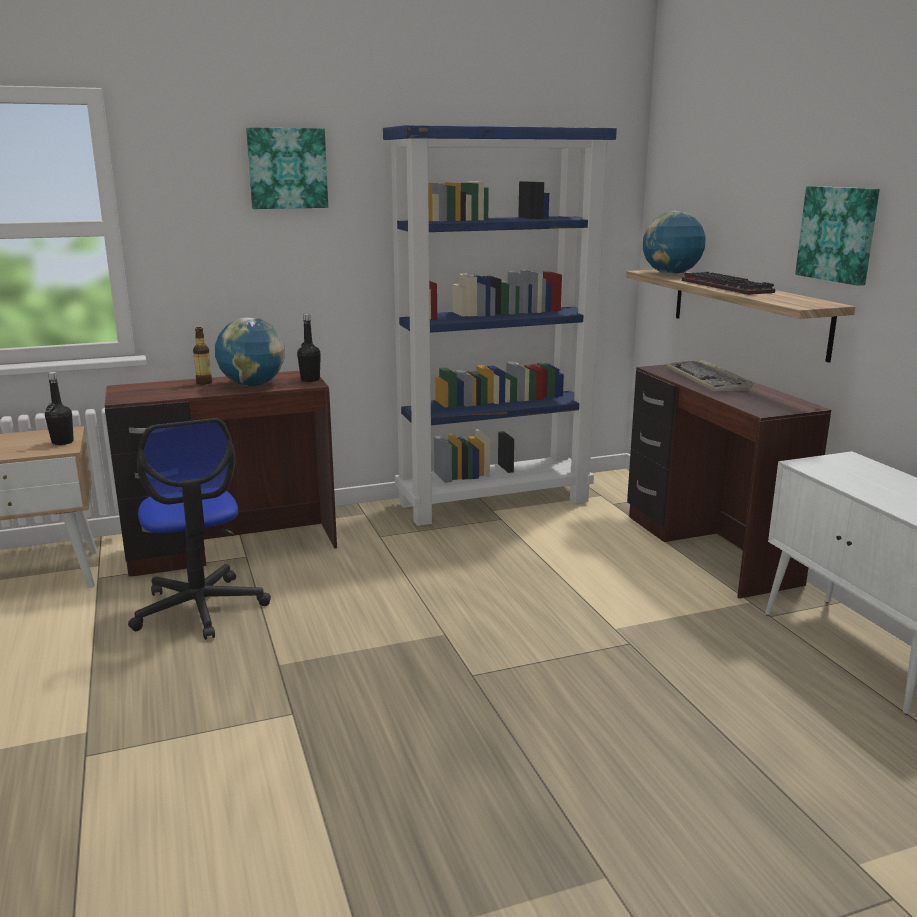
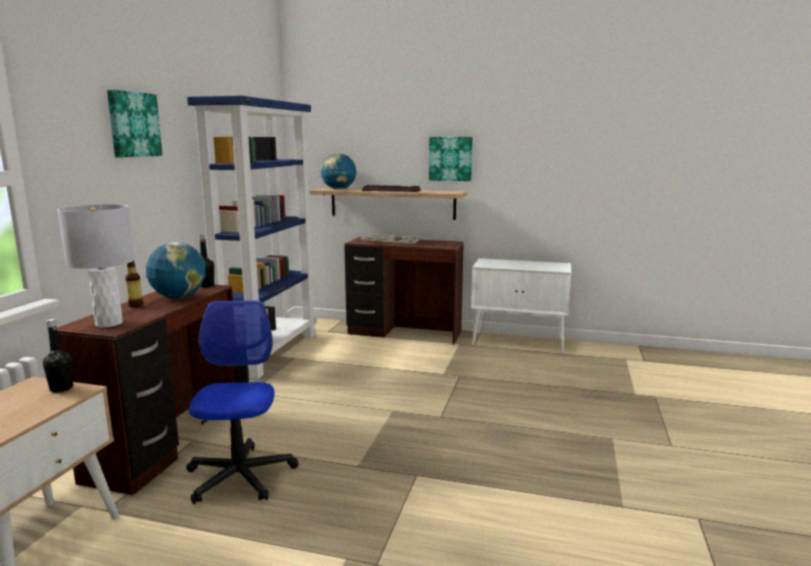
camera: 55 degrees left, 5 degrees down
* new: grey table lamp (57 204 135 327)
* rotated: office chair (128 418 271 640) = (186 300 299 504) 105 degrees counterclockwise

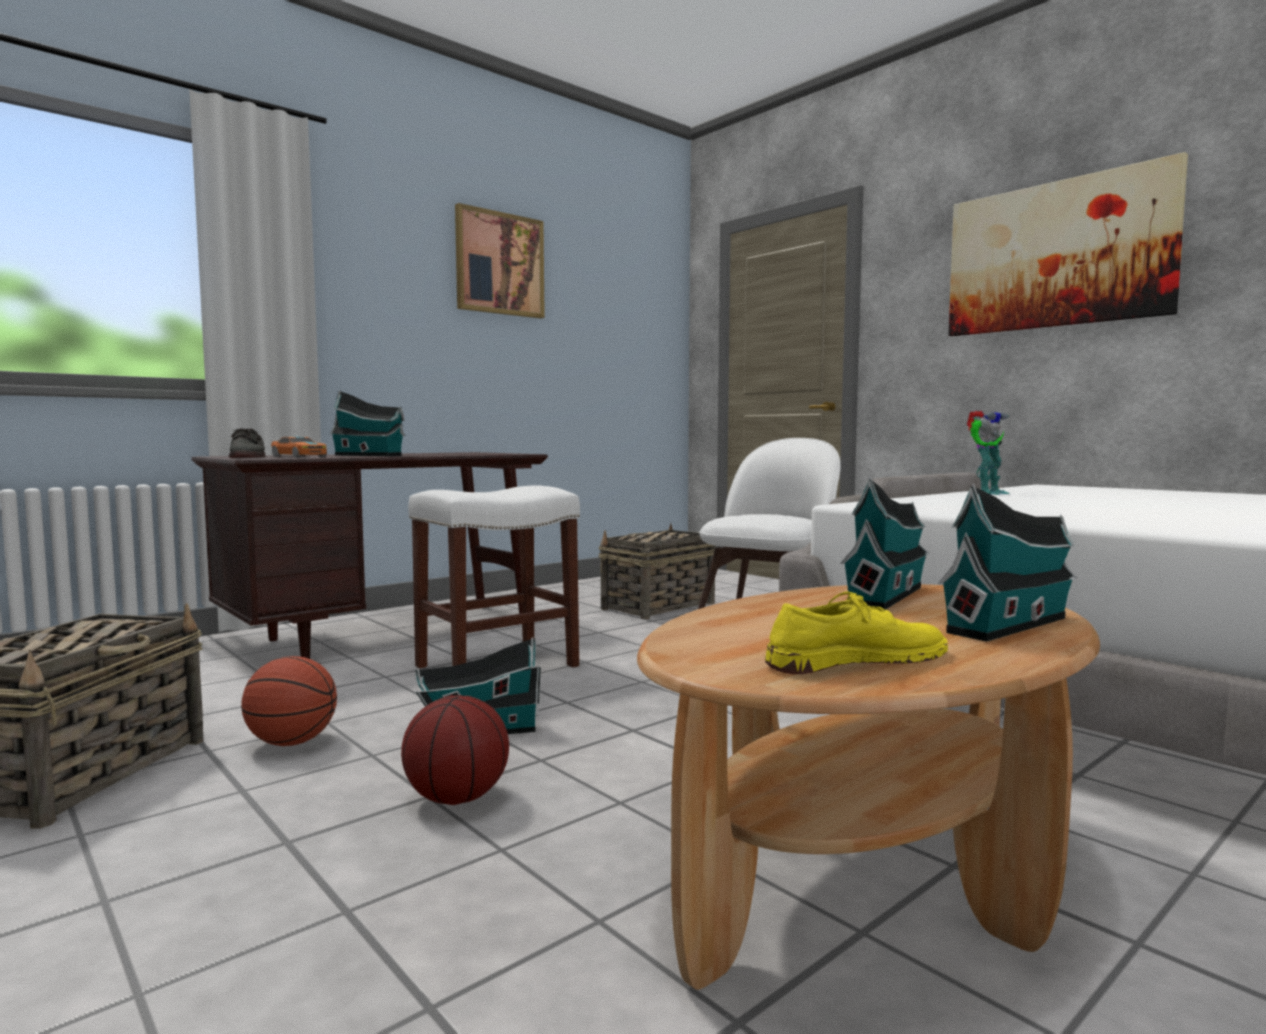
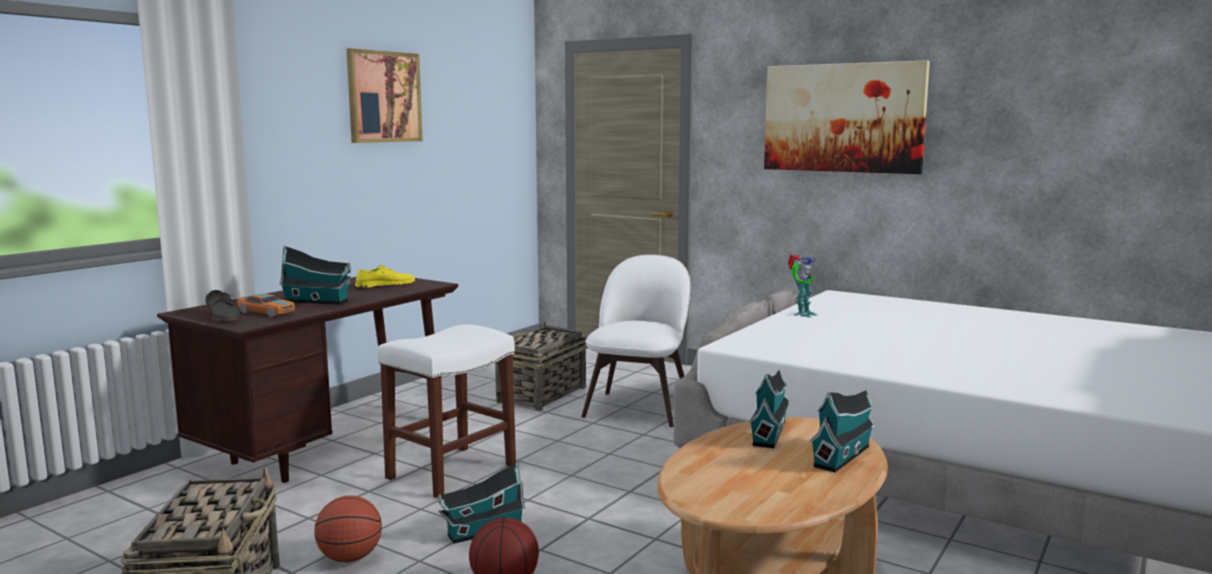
camera: 15 degrees left, 5 degrees up
* shifted: yellow shoe (765 592 948 674) to (355 265 415 289)

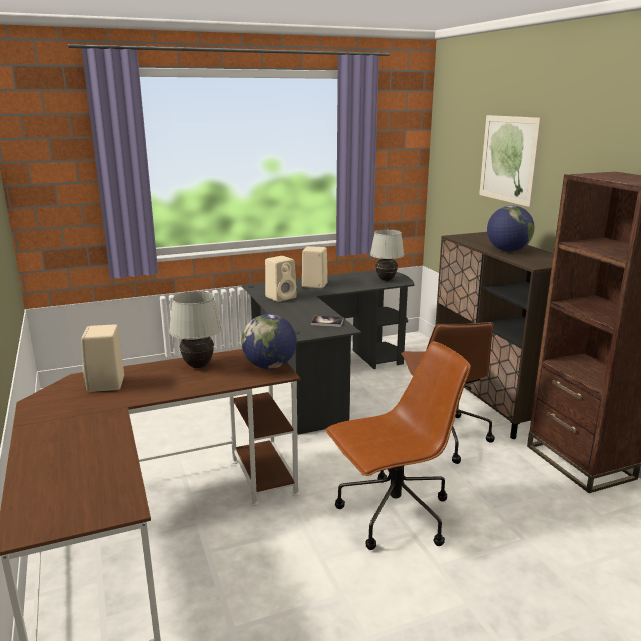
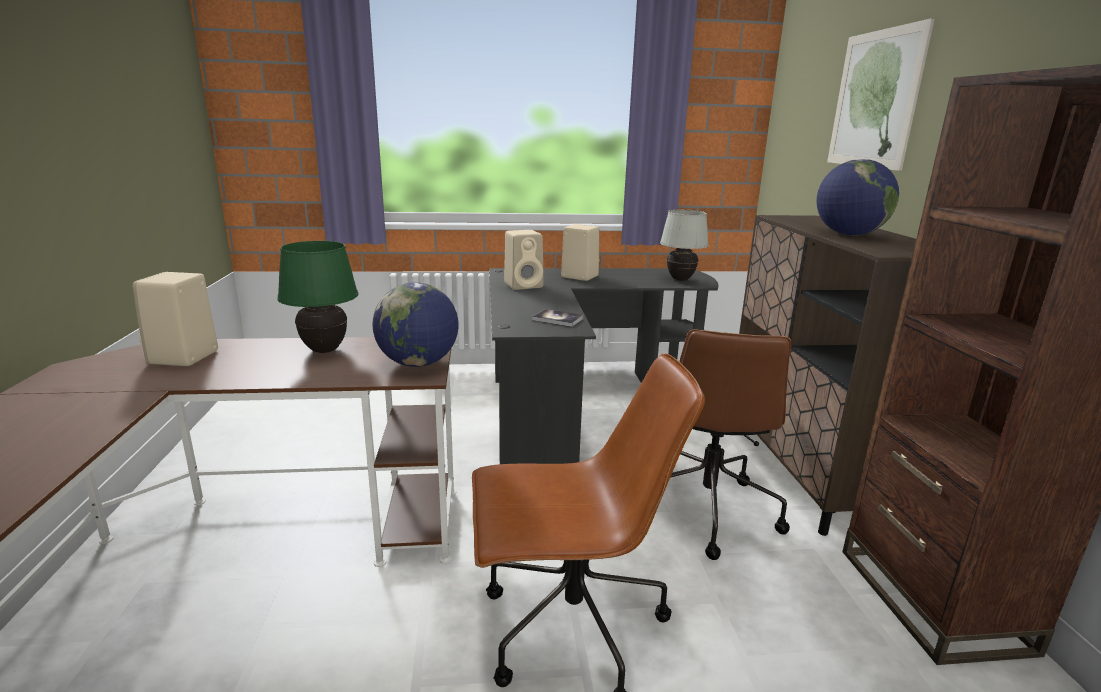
camera: 15 degrees right, 0 degrees up
* repainted: white table lamp (169 291 222 368) to green table lamp (277 241 358 353)

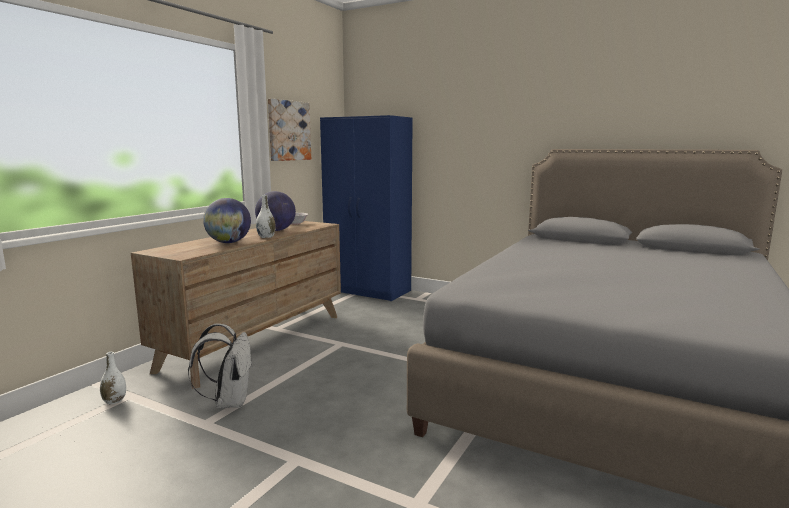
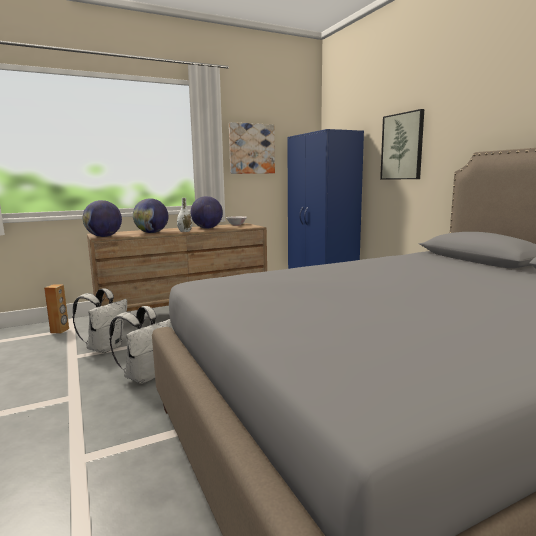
camera: 35 degrees right, 0 degrees up
* new: globe (83 200 122 237)
* new: white backpack (109 306 172 384)
* new: picture (380 109 424 180)
* swapped: white vase (100 352 126 404) to brown speaker (44 285 69 334)

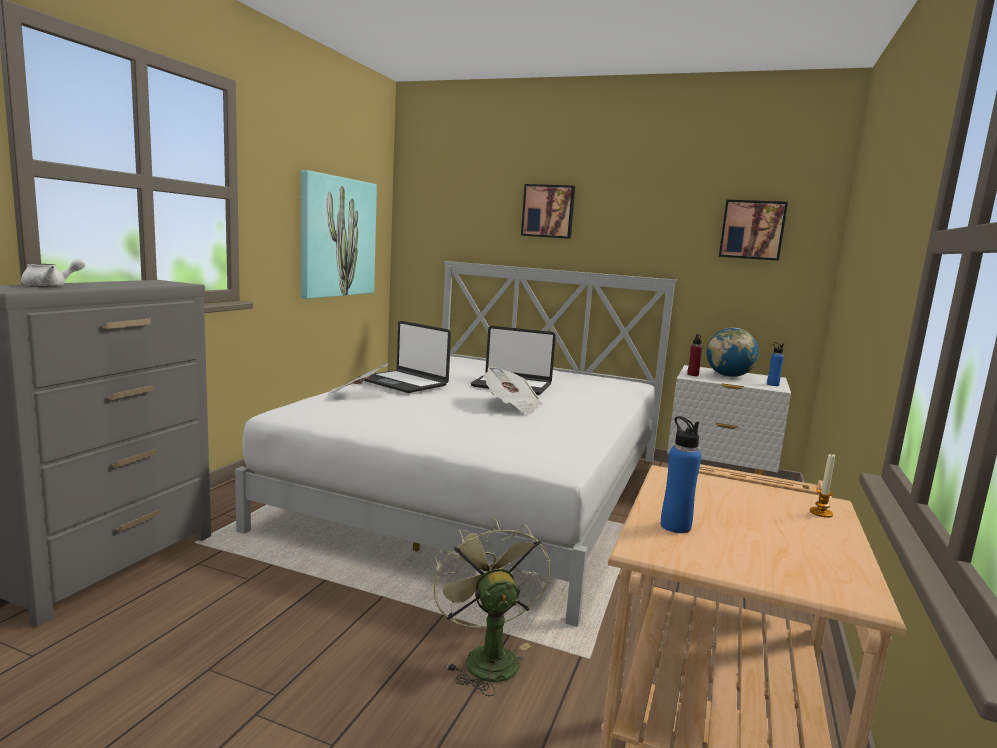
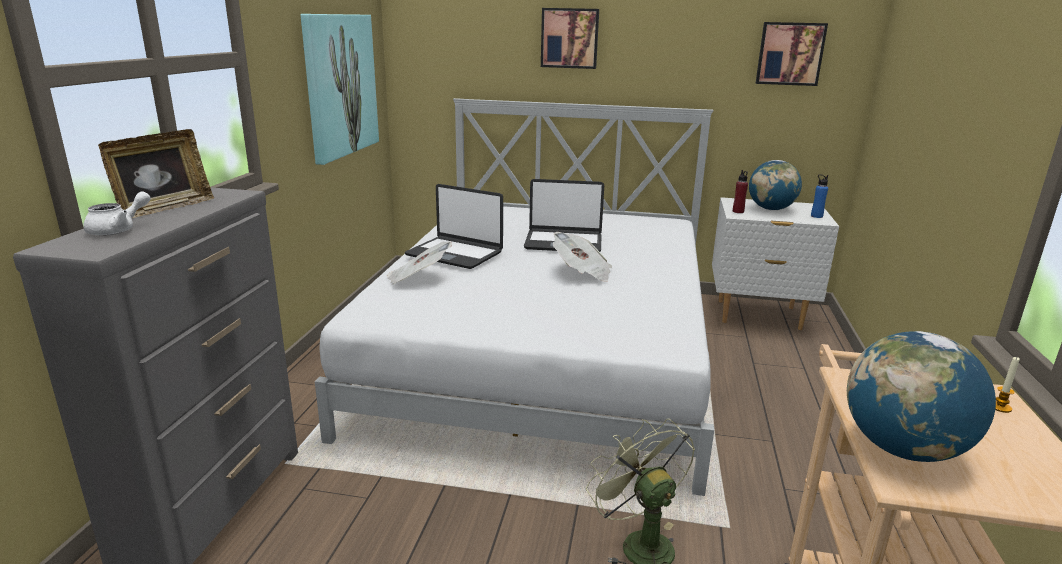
camera: 10 degrees left, 10 degrees up
* new: picture frame (98 129 214 218)
* swapped: blue bottle (661 416 701 533) to globe (847 331 996 462)

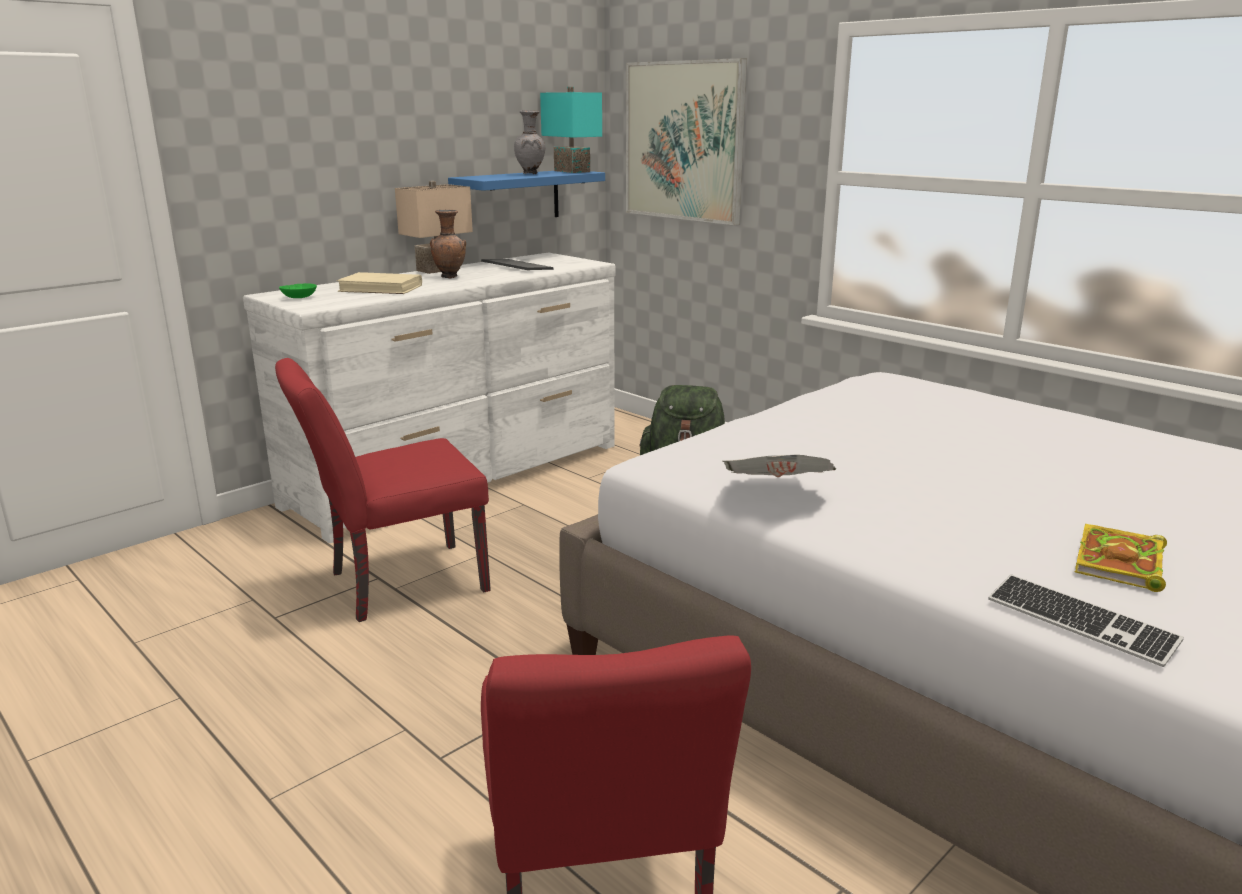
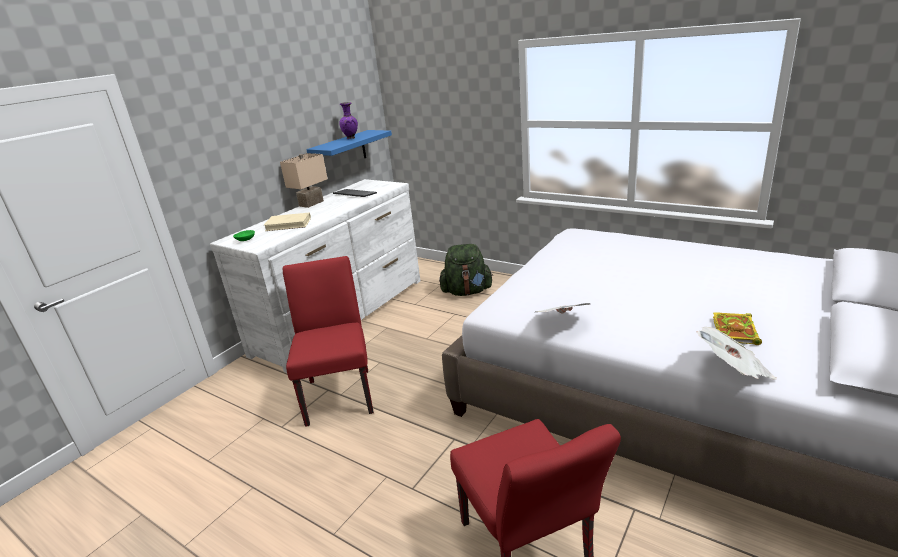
camera: 10 degrees left, 5 degrees up
* gone: brown vase (430 210 466 279)
* gone: turquoise table lamp (540 87 602 173)
* gone: picture (626 58 747 225)
* swapped: keyboard (988 574 1184 667) to newspaper (696 327 777 380)
* repainted: grey vase (514 110 545 174) to purple vase (339 102 358 139)
* rotated: red chair (275 358 491 622) = (283 256 374 427) 120 degrees clockwise

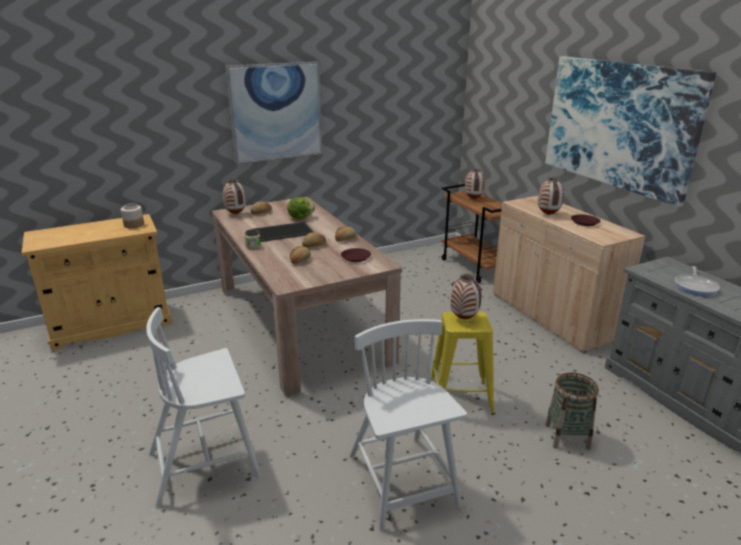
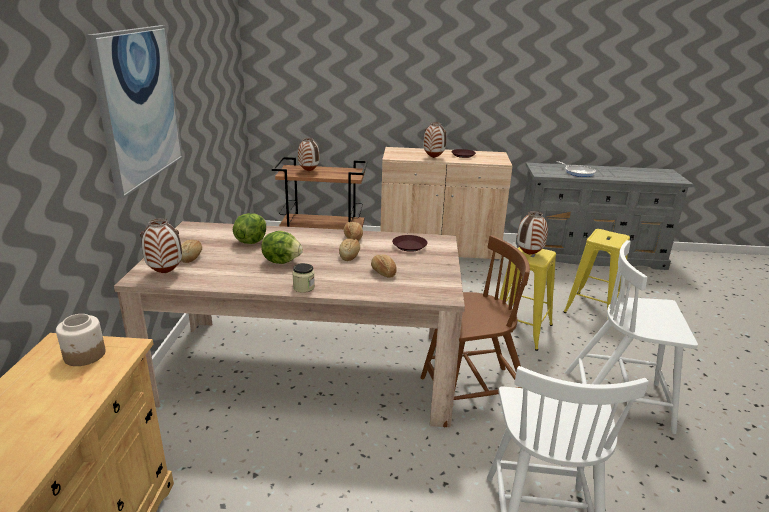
camera: 60 degrees left, 0 degrees up
* gone: picture (545 56 716 207)
* new: brown chair (421 235 530 427)
* swapped: tray (254 222 314 242) to lettuce (261 231 303 264)
* swapped: basket (545 373 599 450) to yellow stool (564 229 630 318)

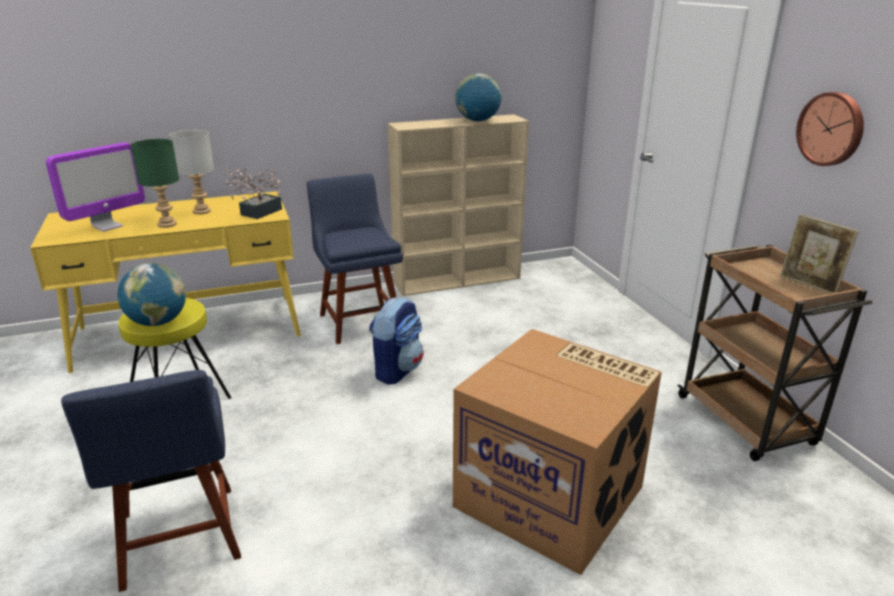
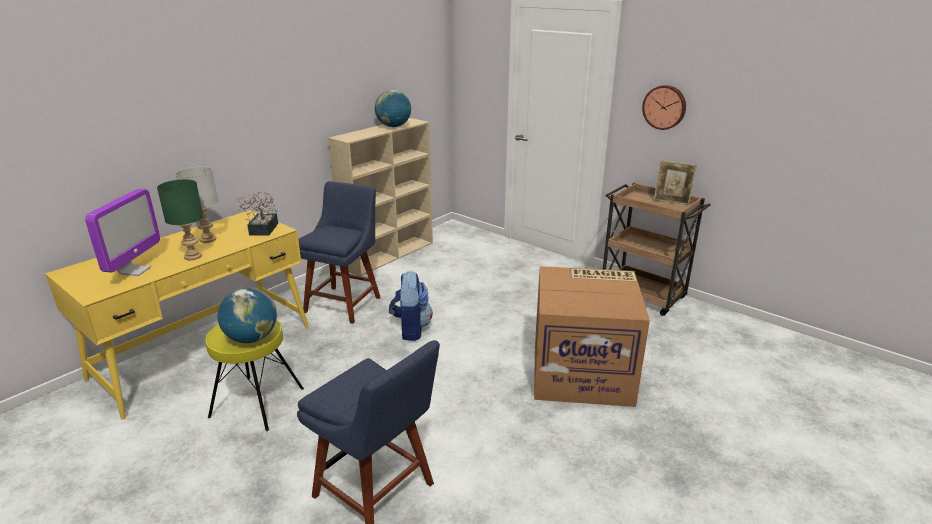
camera: 30 degrees left, 0 degrees up
* rotated: blue chair (307 174 403 344) = (298 181 381 324) 75 degrees clockwise

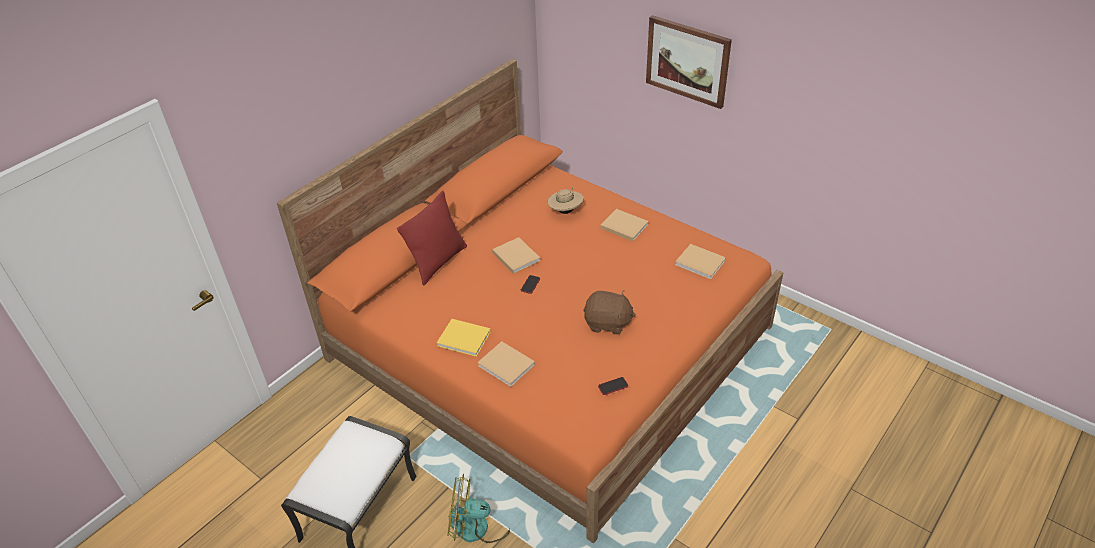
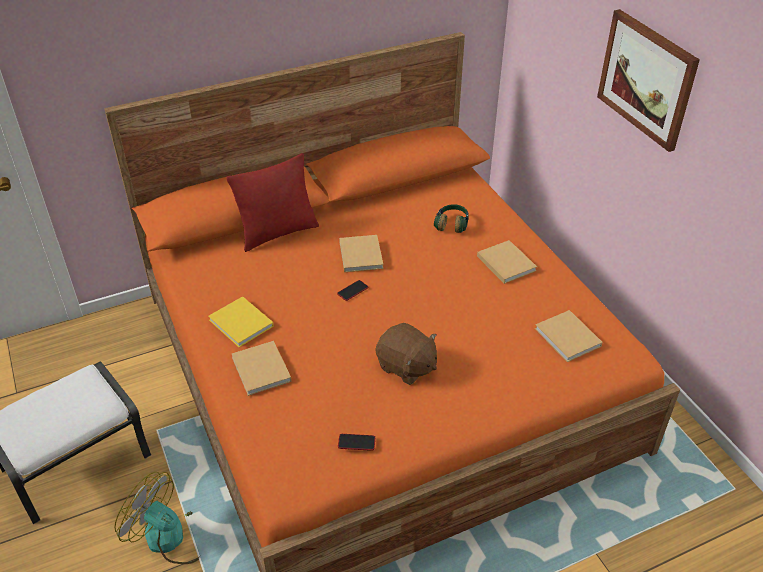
camera: 25 degrees right, 0 degrees up
* swapped: beige hat (548 187 584 214) to headphones (434 204 469 233)

